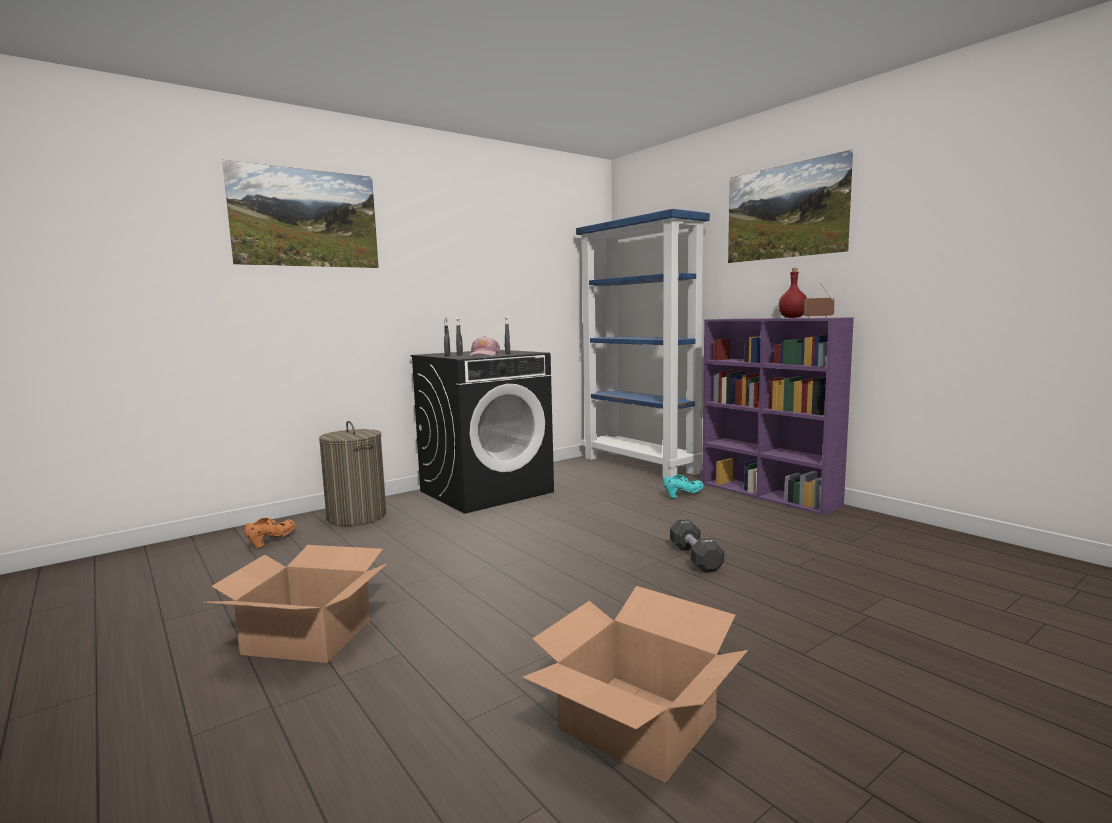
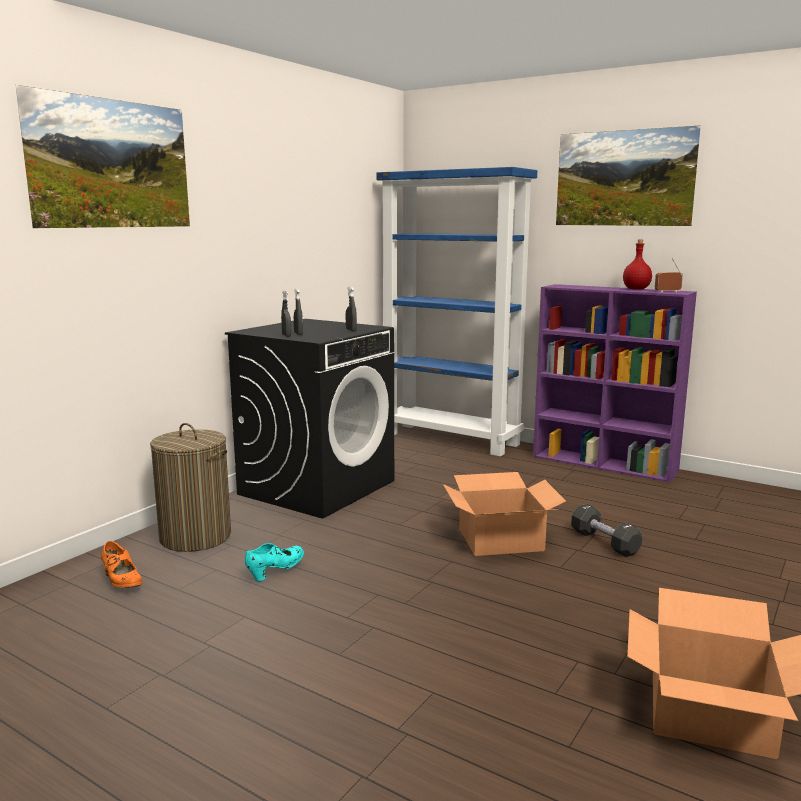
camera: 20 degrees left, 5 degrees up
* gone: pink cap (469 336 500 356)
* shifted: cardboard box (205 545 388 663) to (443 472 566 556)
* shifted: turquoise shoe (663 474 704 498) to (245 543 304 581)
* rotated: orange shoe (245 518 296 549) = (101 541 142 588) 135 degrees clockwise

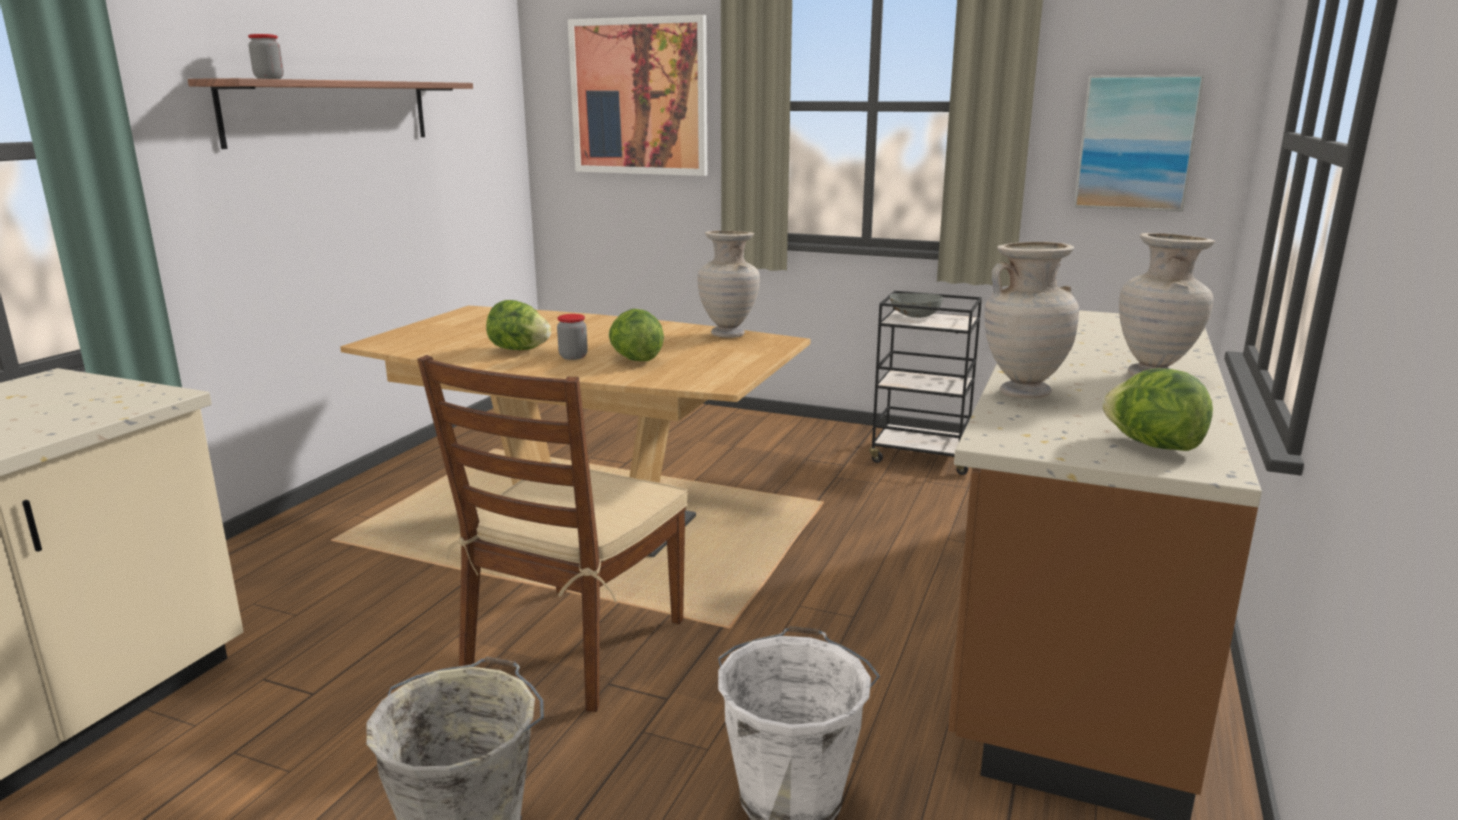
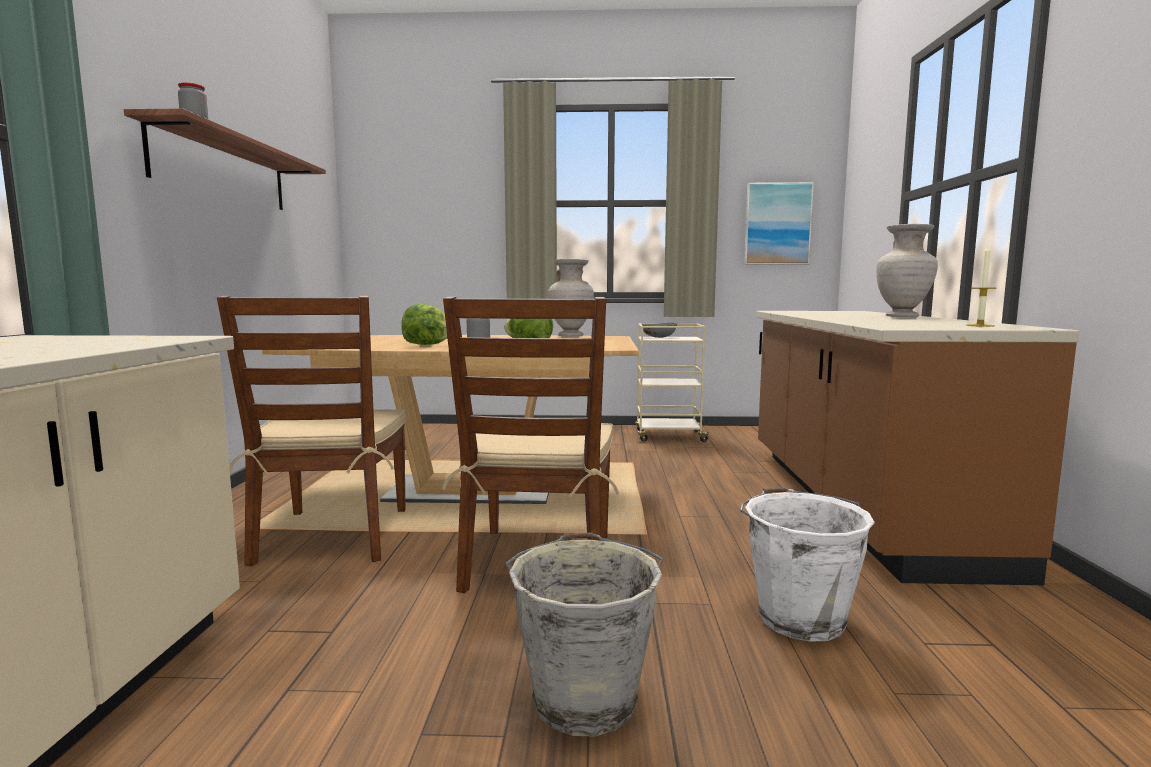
camera: 20 degrees left, 10 degrees down
* gone: picture (568 15 707 176)
* gone: beige vase (985 242 1079 399)
* new: brown chair (217 296 406 566)
* swapped: lettuce (1102 368 1213 451) to candle (966 246 996 327)
* repainted: black cart (869 291 982 475) to beige cart (635 323 711 442)

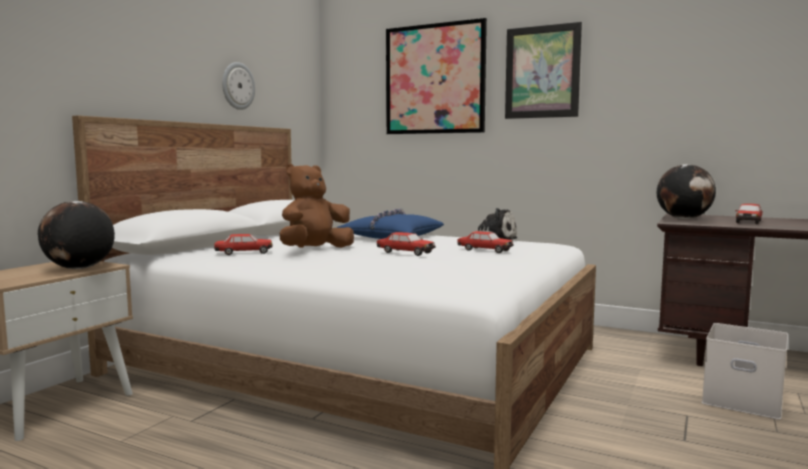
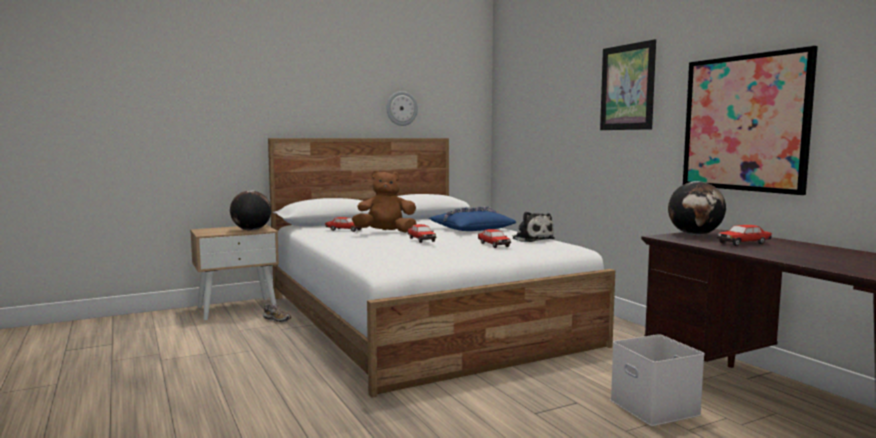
camera: 35 degrees right, 0 degrees up
* new: shoe (263 304 291 323)
* shifted: picture (386 18 487 134) to (683 46 818 195)

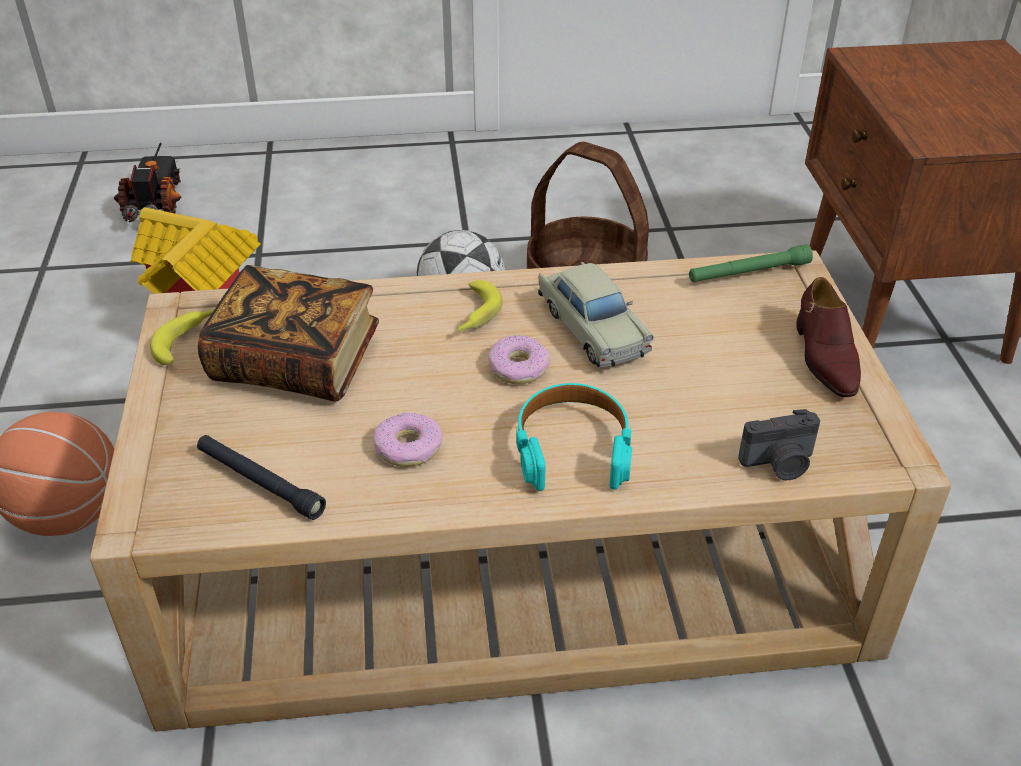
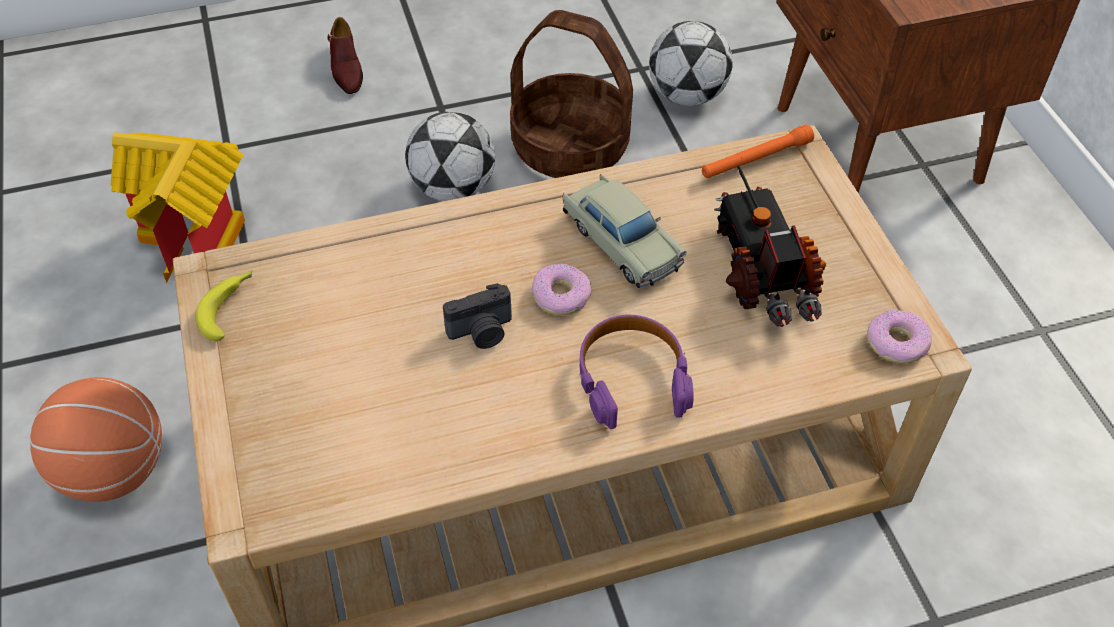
camera: 10 degrees left, 10 degrees up
* gone: black flashlight (197 435 326 520)
* gone: book (198 265 379 401)
* gone: banana (458 280 503 332)
* new: football (649 21 733 106)
* shifted: toy truck (114 143 181 222) to (714 166 826 327)
* shifted: donut (373 412 442 467) to (867 310 932 363)
* shifted: photo camera (738 409 820 480) to (443 283 512 349)
* shifted: brown shoe (796 277 861 397) to (327 17 363 94)
* repainted: turquoise headphones (516 383 632 491) to purple headphones (580 315 694 429)
* repainted: green flashlight (689 244 813 282) to orange flashlight (702 124 814 178)

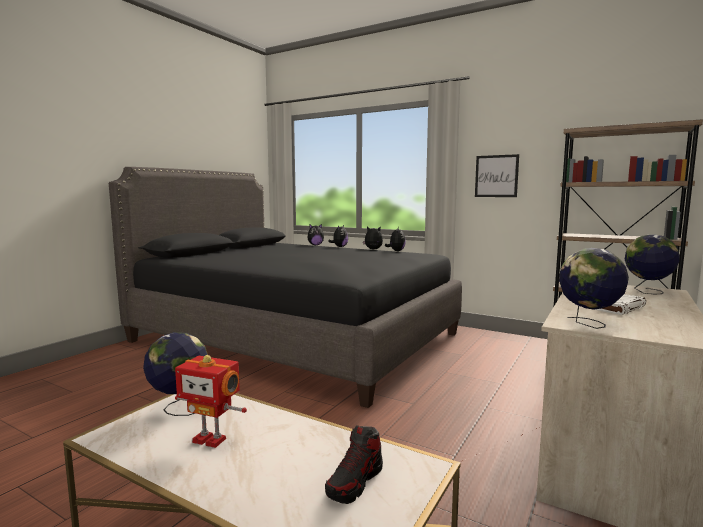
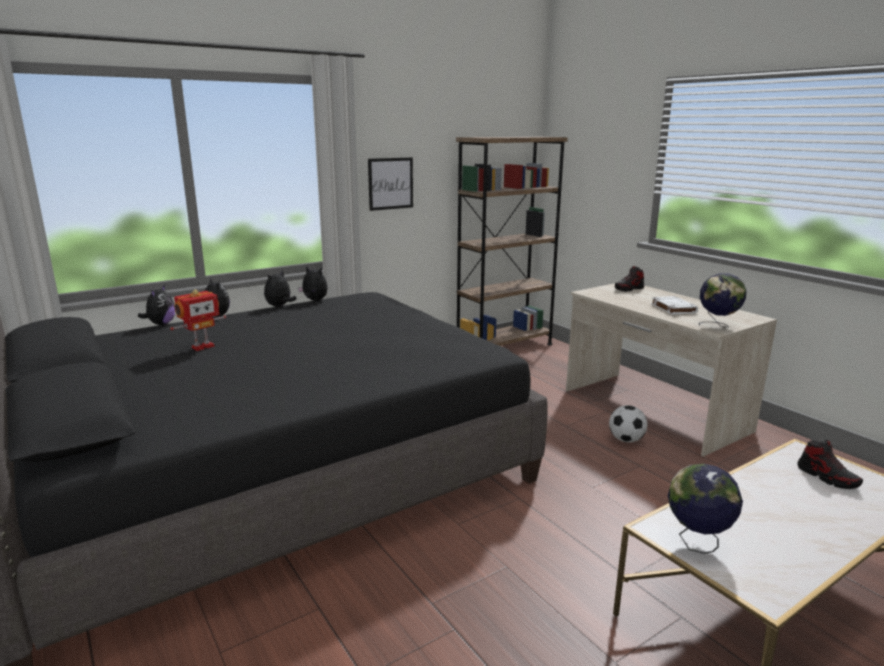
camera: 65 degrees left, 10 degrees up
* new: football (609 405 648 443)
* shifted: toy robot (175 355 247 448) to (170 290 226 351)
* swapped: globe (625 235 680 294) to shoe (615 266 644 292)

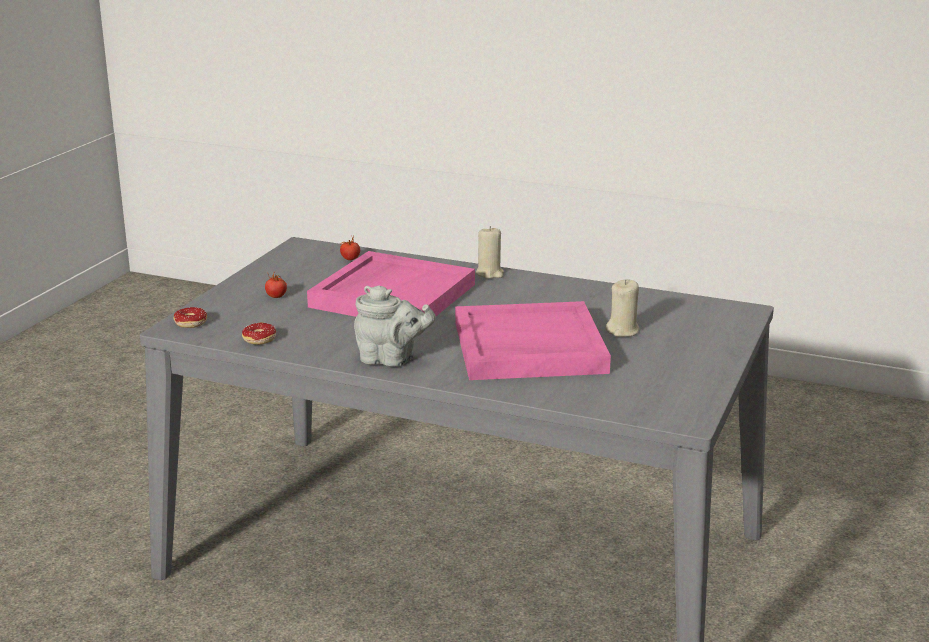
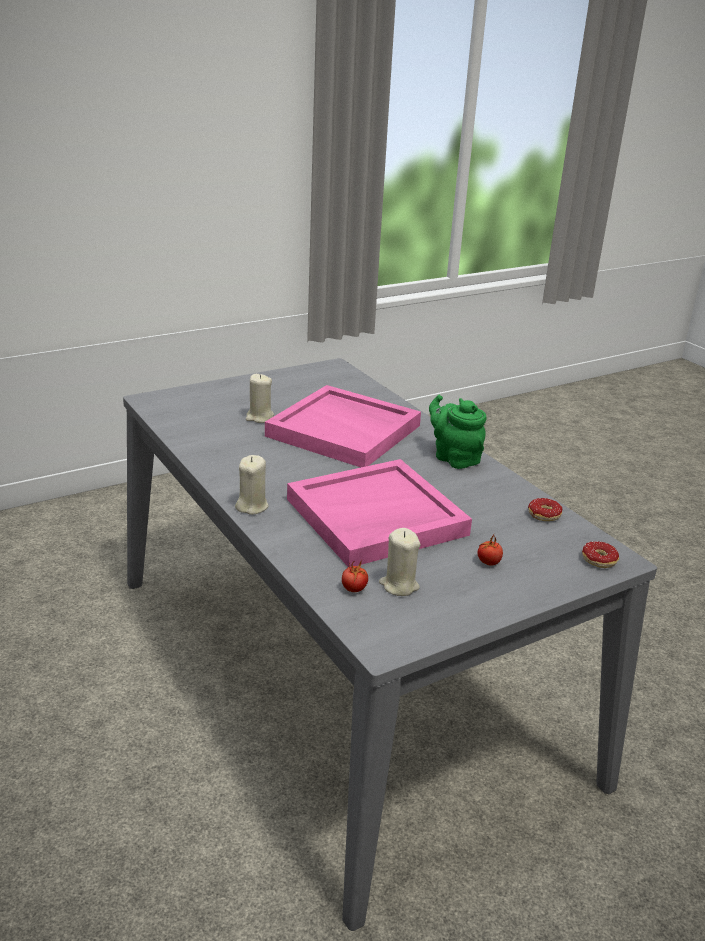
camera: 145 degrees left, 5 degrees up
* new: beige candle (379 528 420 596)
* repainted: grey teapot (354 286 436 367) to green teapot (429 395 487 469)

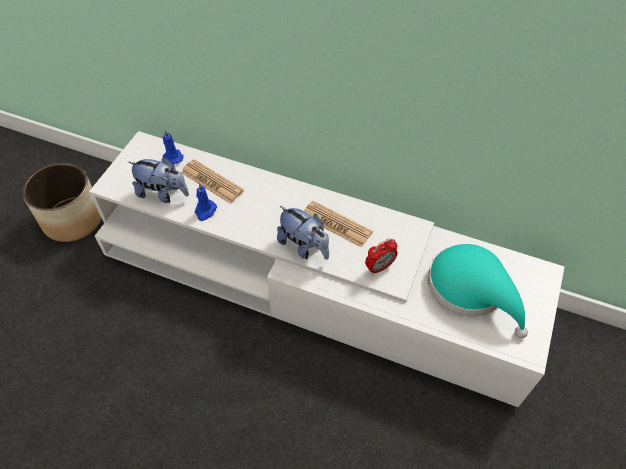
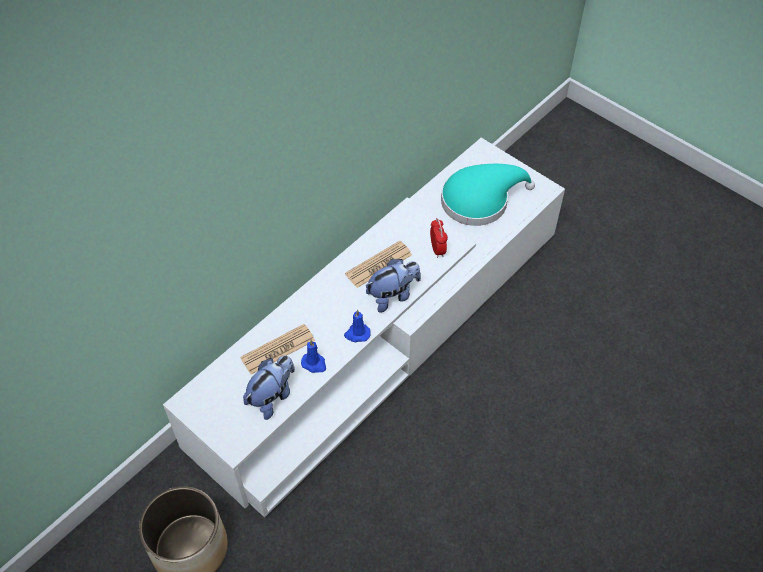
camera: 70 degrees left, 0 degrees up
* shifted: blue candle (163 130 184 164) to (344 310 371 342)

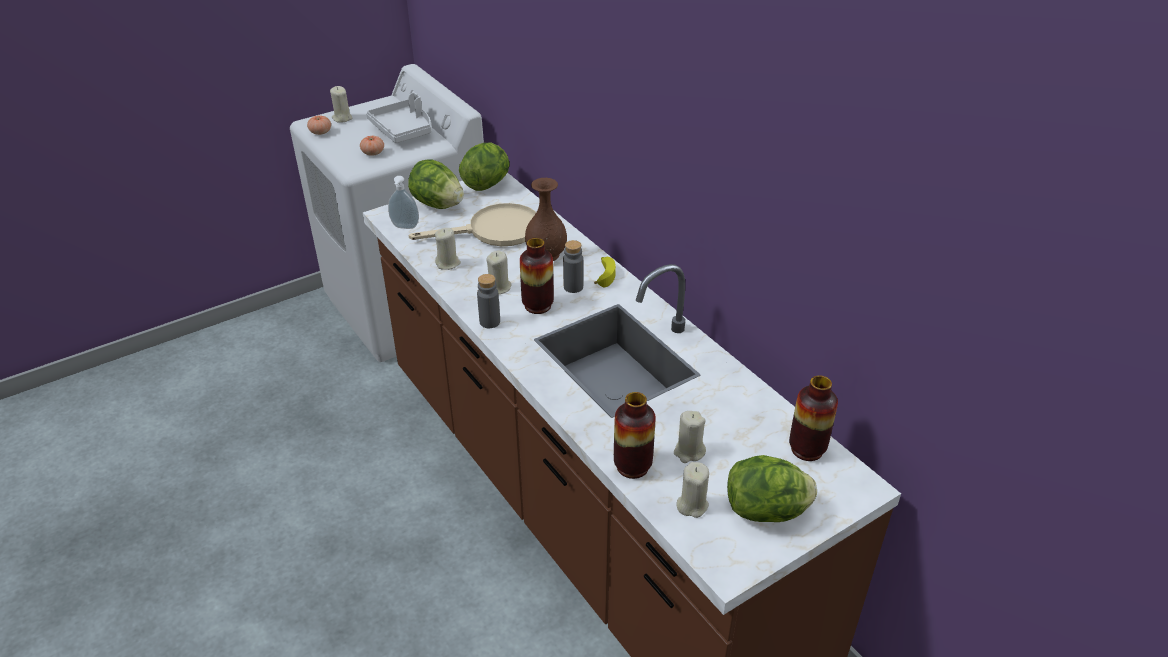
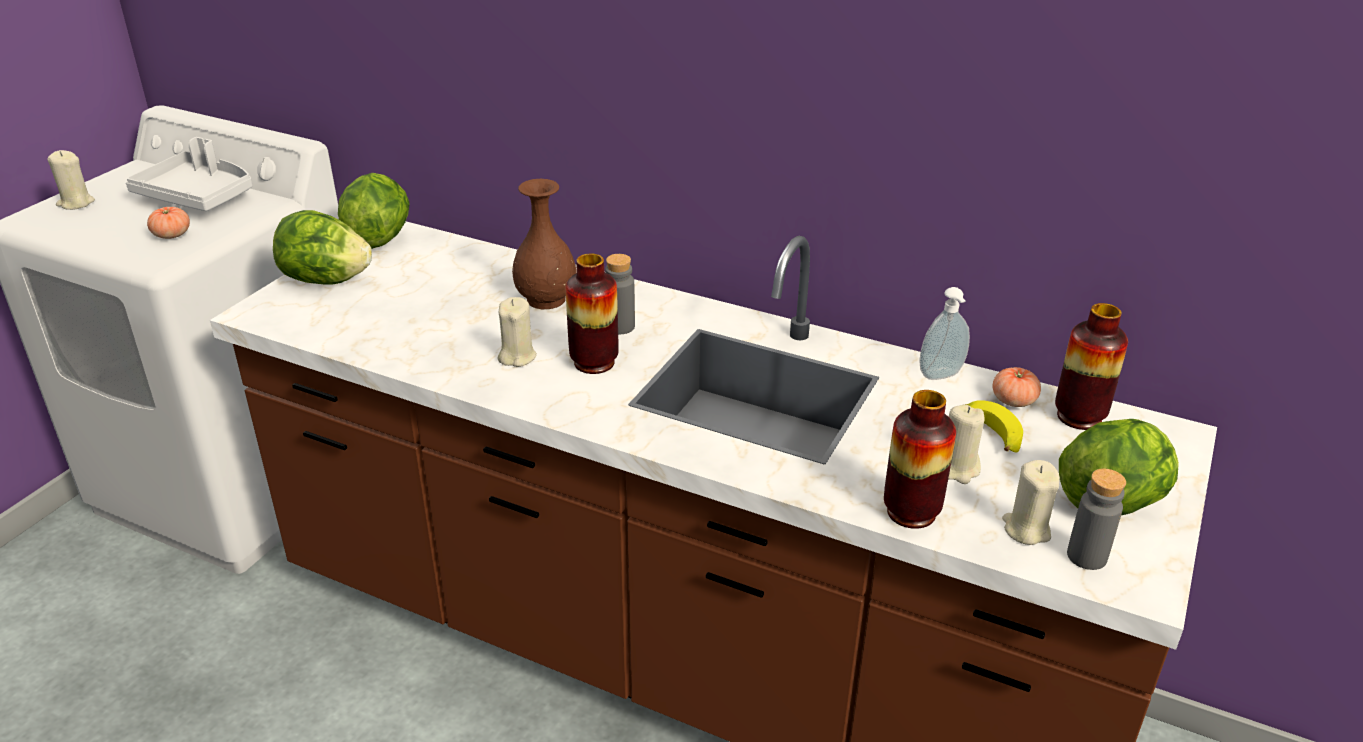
camera: 30 degrees left, 5 degrees down
* gone: beige frying pan (408 203 536 246)
* gone: beige candle (435 228 461 270)
* shifted: tomato (307 115 331 135) to (992 367 1041 407)
* shifted: soap dispenser (388 176 419 229) to (919 287 970 380)
* shifted: grey bottle (477 274 500 328) to (1067 469 1126 570)
* shifted: banana (594 257 616 287) to (966 400 1023 453)

